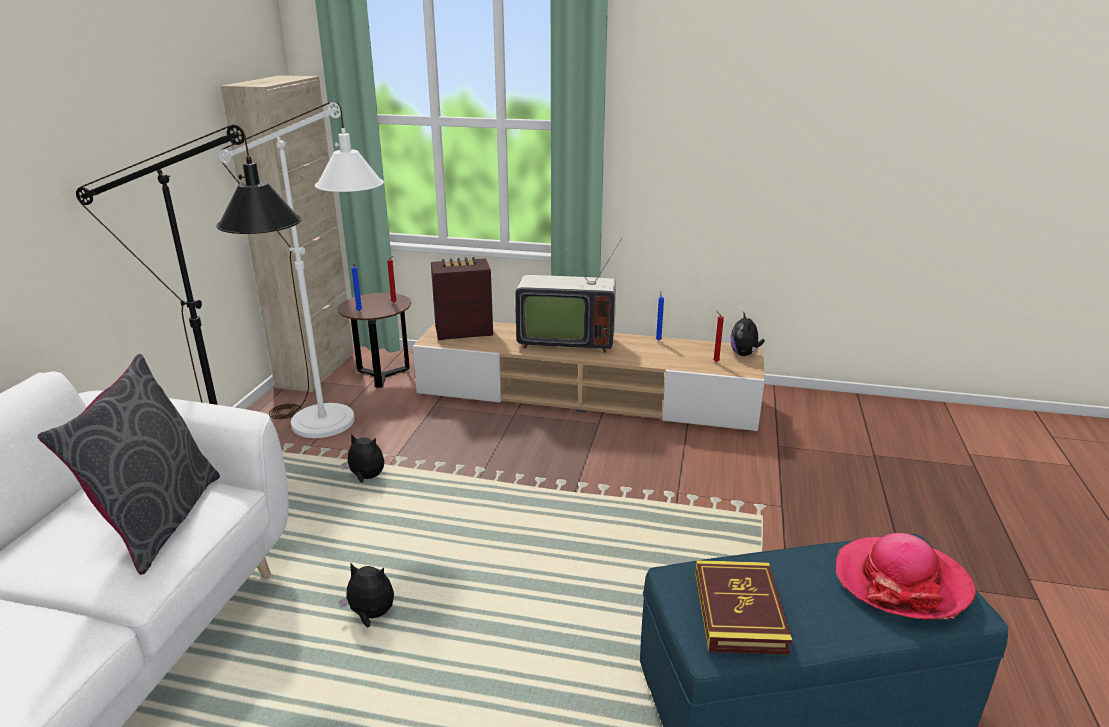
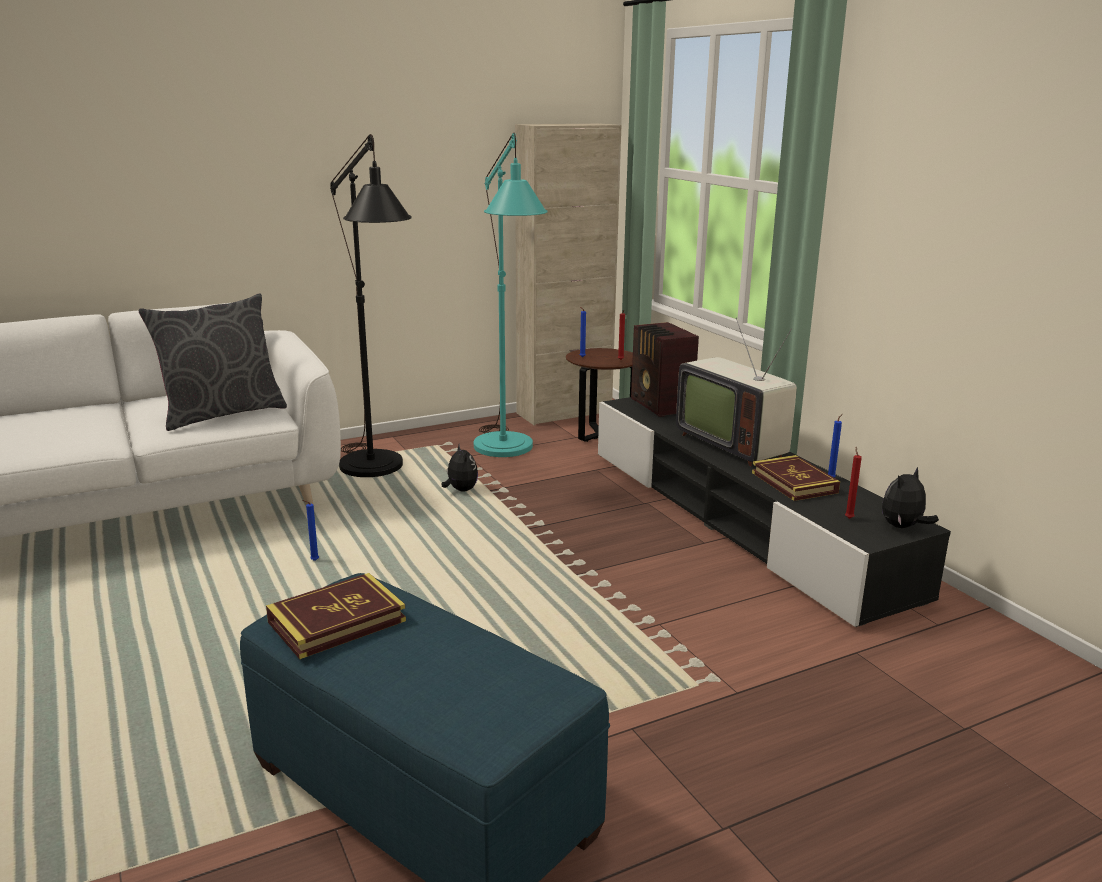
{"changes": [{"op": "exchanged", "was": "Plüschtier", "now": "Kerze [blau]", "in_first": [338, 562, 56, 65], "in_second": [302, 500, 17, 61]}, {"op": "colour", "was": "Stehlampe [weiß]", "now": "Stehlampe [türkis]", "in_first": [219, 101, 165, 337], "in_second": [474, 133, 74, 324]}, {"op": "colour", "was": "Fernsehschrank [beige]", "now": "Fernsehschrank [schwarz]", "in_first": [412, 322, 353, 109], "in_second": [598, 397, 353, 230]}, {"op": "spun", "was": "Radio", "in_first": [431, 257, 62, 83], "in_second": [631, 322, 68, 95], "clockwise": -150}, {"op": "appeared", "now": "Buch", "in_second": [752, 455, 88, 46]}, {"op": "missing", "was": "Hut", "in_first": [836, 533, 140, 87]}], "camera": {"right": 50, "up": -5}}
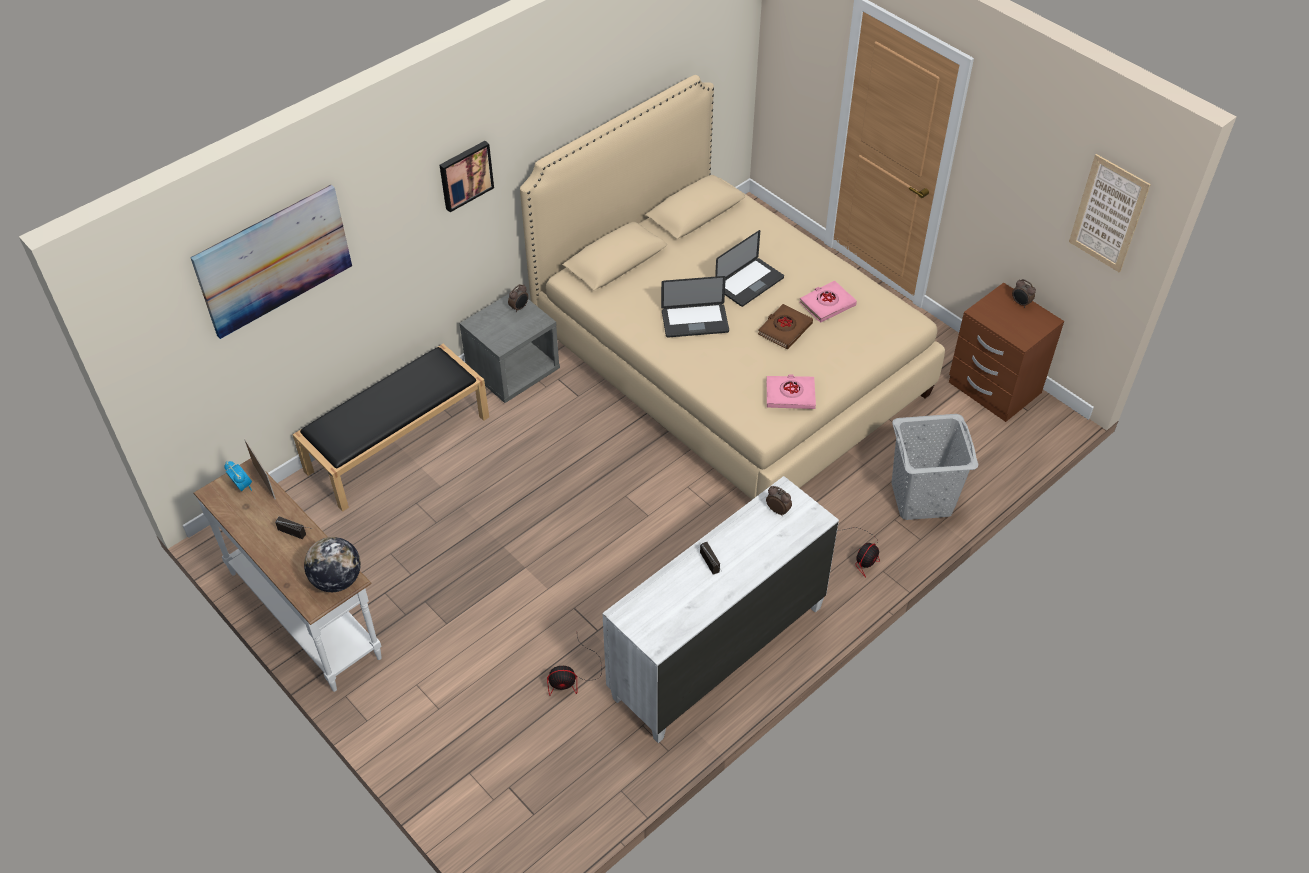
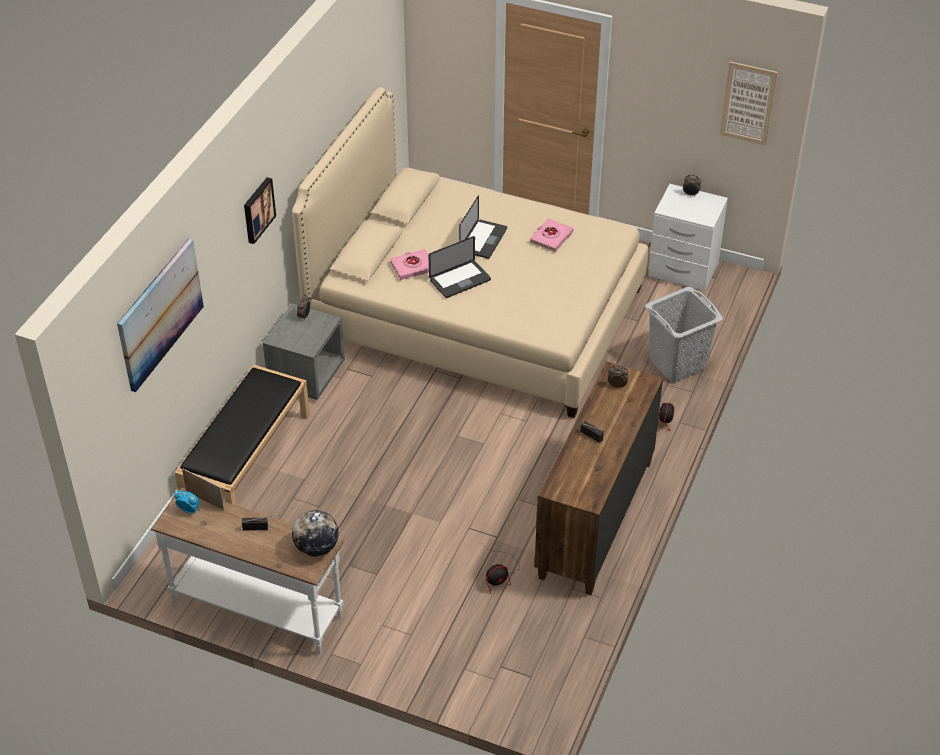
{"changes": [{"op": "relocated", "was": "Buch [rosa]", "in_first": [767, 374, 49, 35], "in_second": [390, 249, 39, 31]}, {"op": "colour", "was": "Kommode [weiß]", "now": "Kommode [braun]", "in_first": [602, 476, 237, 267], "in_second": [535, 362, 128, 233]}, {"op": "colour", "was": "Nachttisch [braun]", "now": "Nachttisch [weiß]", "in_first": [949, 283, 115, 139], "in_second": [648, 184, 80, 107]}, {"op": "missing", "was": "Buch [braun]", "in_first": [758, 304, 55, 45]}], "camera": {"right": -25, "up": -5}}
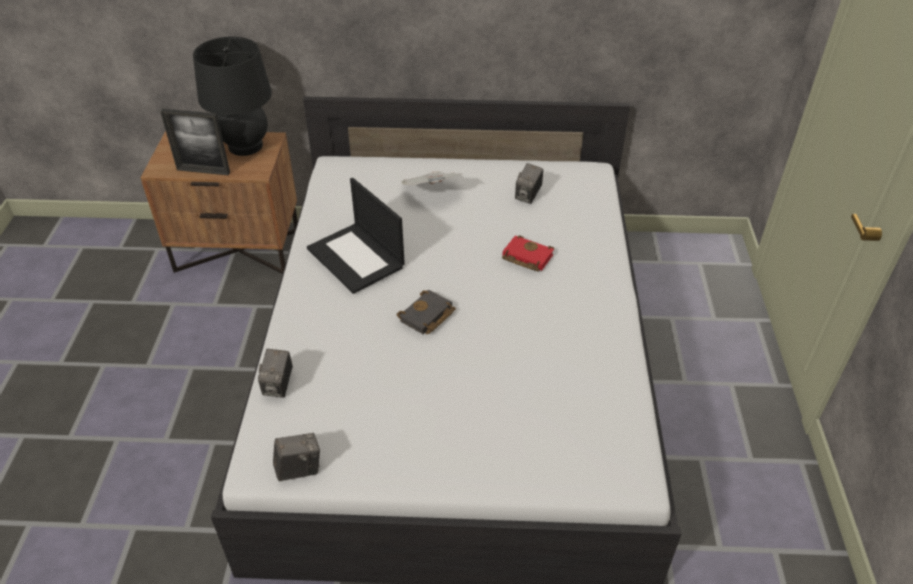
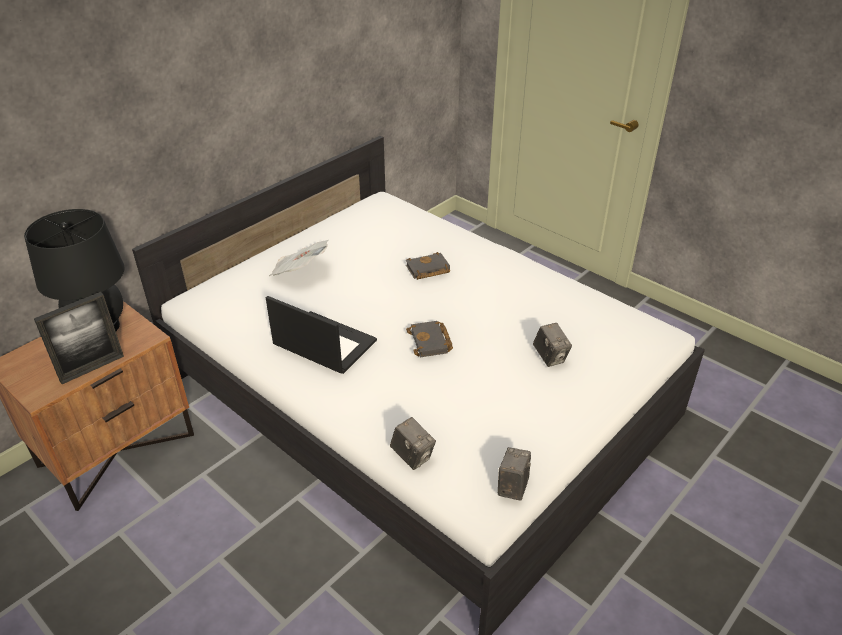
{"changes": [{"op": "spun", "was": "Laptop", "in_first": [307, 178, 98, 116], "in_second": [266, 296, 111, 78], "clockwise": -150}, {"op": "colour", "was": "Buch [rot]", "now": "Buch [schwarz]", "in_first": [502, 235, 52, 37], "in_second": [406, 252, 44, 28]}, {"op": "relocated", "was": "Kamera", "in_first": [515, 163, 28, 41], "in_second": [533, 323, 39, 44]}], "camera": {"right": -50, "up": -5}}
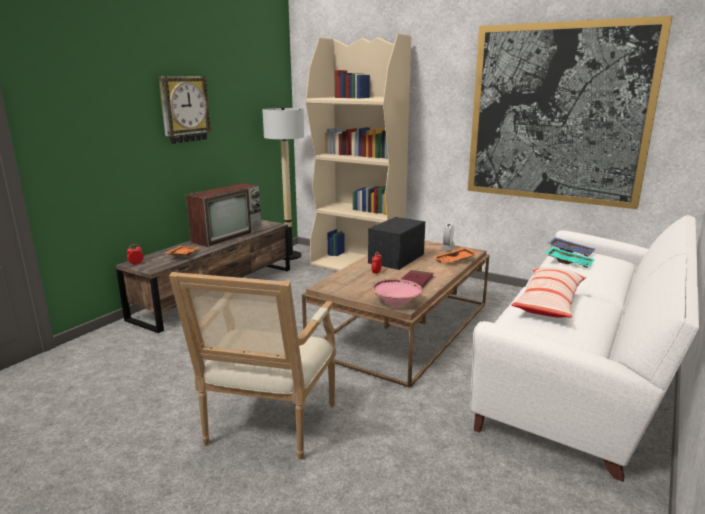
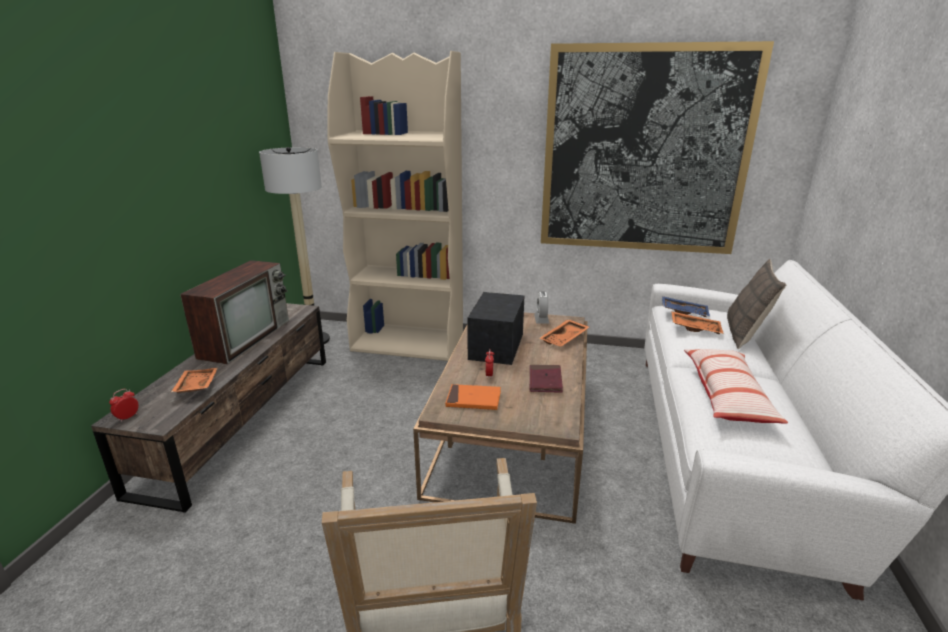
{"changes": [{"op": "appeared", "now": "Buch [orange]", "in_second": [445, 384, 56, 26]}, {"op": "colour", "was": "Tablett [türkis]", "now": "Tablett [orange]", "in_first": [545, 247, 50, 21], "in_second": [671, 311, 53, 23]}, {"op": "appeared", "now": "Kissen", "in_second": [727, 259, 59, 90]}, {"op": "missing", "was": "Wanduhr", "in_first": [158, 76, 54, 68]}, {"op": "missing", "was": "Schüssel [rosa]", "in_first": [371, 279, 52, 27]}], "camera": {"right": -20, "up": 5}}
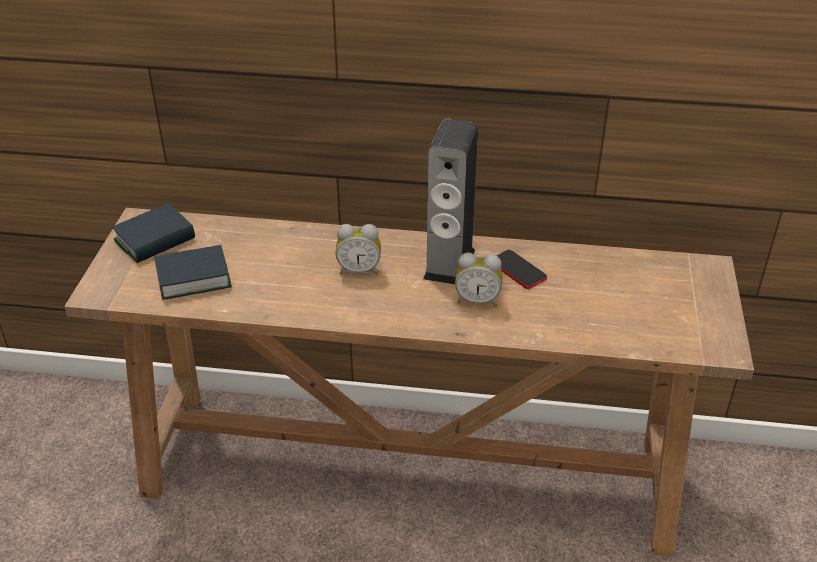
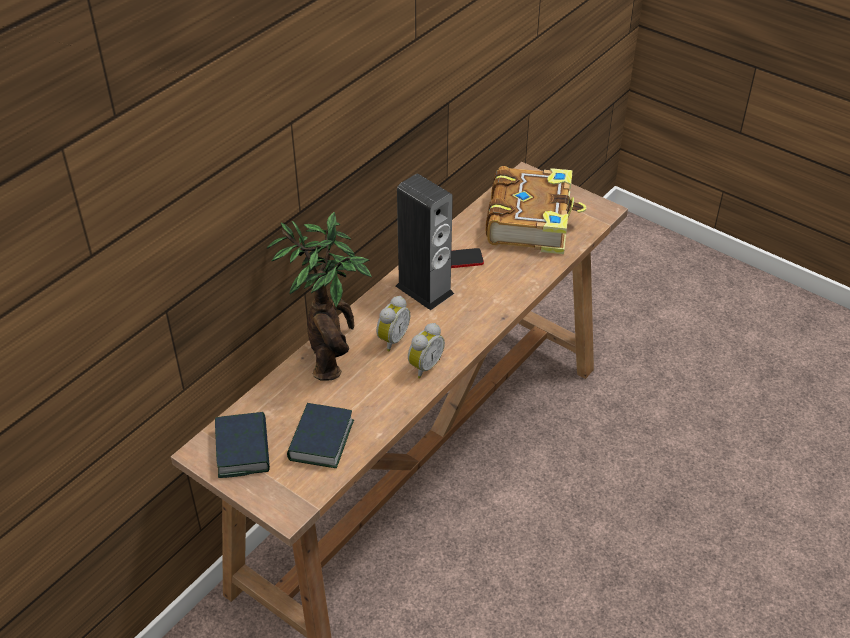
{"changes": [{"op": "appeared", "now": "Topfpflanze", "in_second": [267, 212, 105, 169]}, {"op": "relocated", "was": "Wecker", "in_first": [455, 253, 48, 54], "in_second": [408, 323, 37, 56]}, {"op": "appeared", "now": "Buch", "in_second": [486, 166, 100, 88]}], "camera": {"right": -60, "up": 5}}
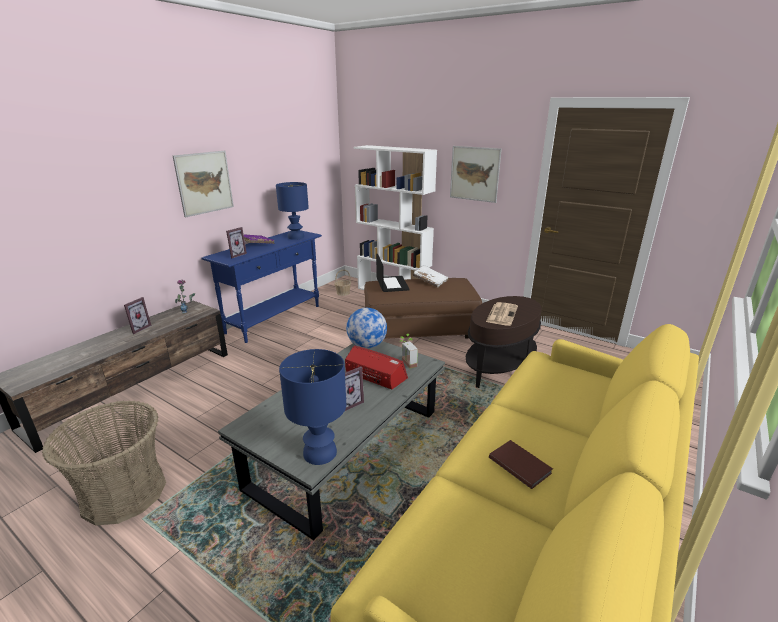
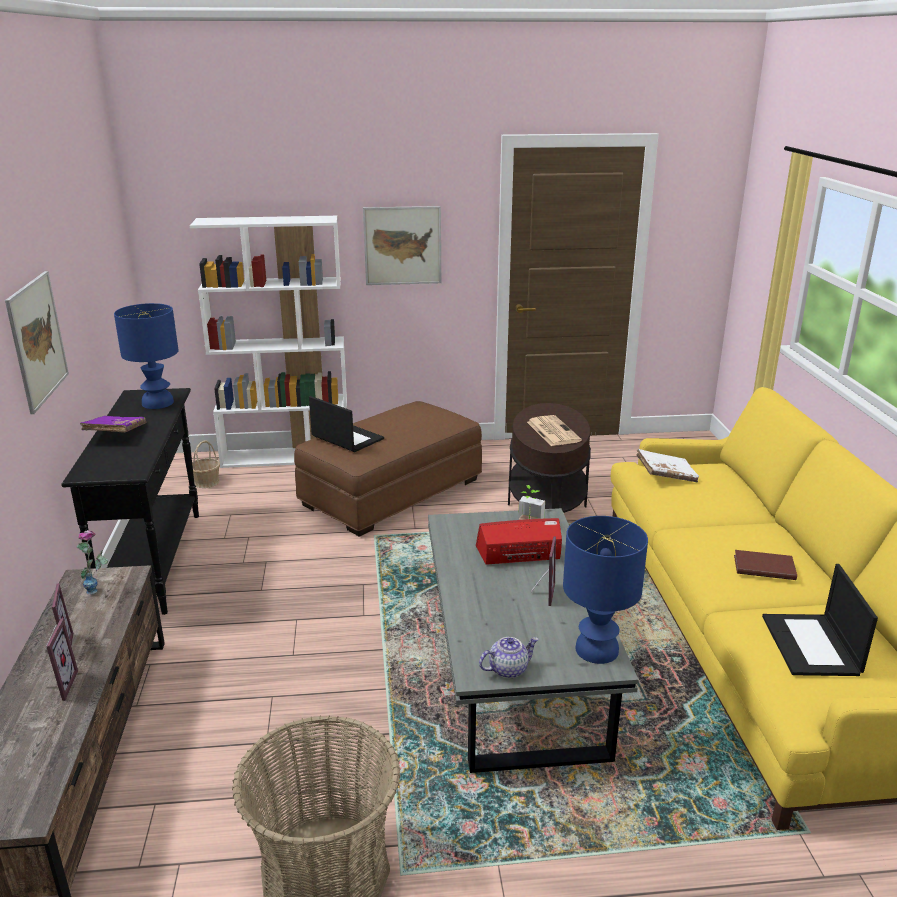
{"changes": [{"op": "relocated", "was": "Bilderrahmen", "in_first": [226, 227, 21, 31], "in_second": [45, 618, 33, 83]}, {"op": "colour", "was": "Konsolentisch [blau]", "now": "Konsolentisch [schwarz]", "in_first": [201, 231, 121, 112], "in_second": [62, 388, 137, 227]}, {"op": "appeared", "now": "Teekanne", "in_second": [479, 637, 60, 41]}, {"op": "relocated", "was": "Buch [weiß]", "in_first": [413, 265, 36, 23], "in_second": [636, 449, 63, 33]}, {"op": "appeared", "now": "Laptop", "in_second": [762, 564, 116, 112]}, {"op": "missing", "was": "Globus", "in_first": [346, 308, 41, 41]}], "camera": {"right": -40, "up": 0}}
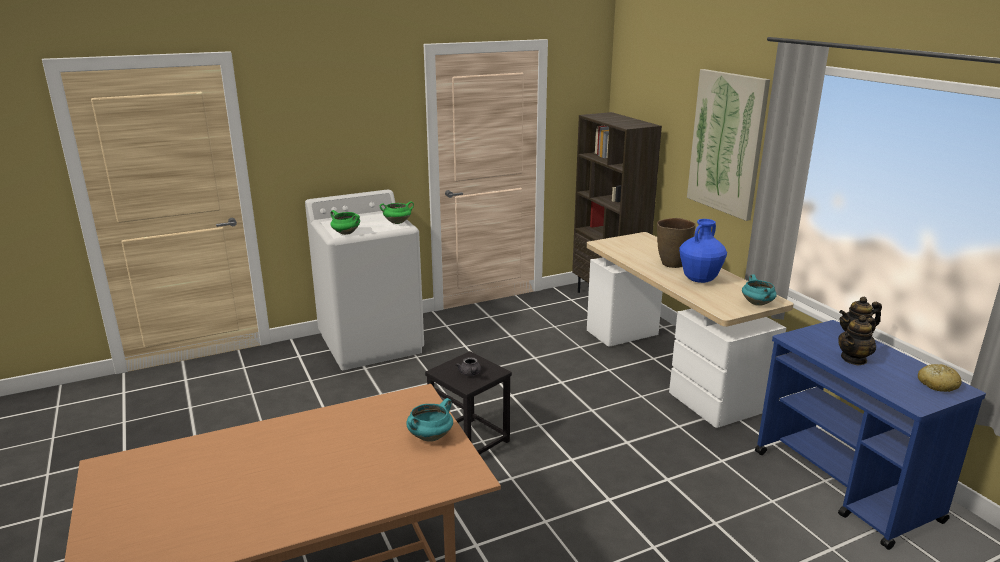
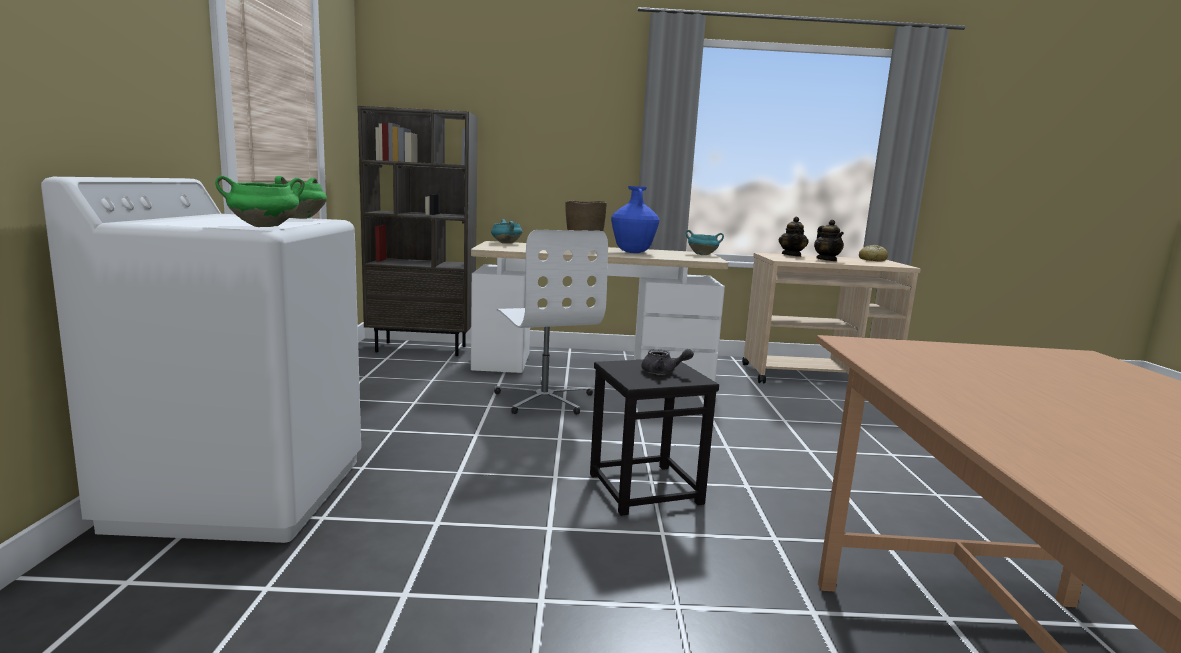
{"changes": [{"op": "relocated", "was": "Kochtopf [türkis]", "in_first": [406, 398, 47, 44], "in_second": [491, 219, 32, 25]}, {"op": "appeared", "now": "Bürostuhl [weiß]", "in_second": [494, 230, 114, 185]}, {"op": "colour", "was": "Rollwagen [blau]", "now": "Rollwagen [beige]", "in_first": [755, 320, 231, 230], "in_second": [742, 253, 179, 131]}, {"op": "missing", "was": "Bild", "in_first": [687, 69, 83, 152]}], "camera": {"right": -65, "up": -10}}
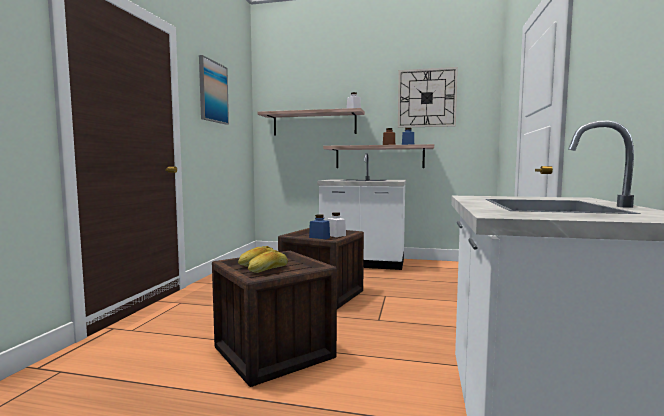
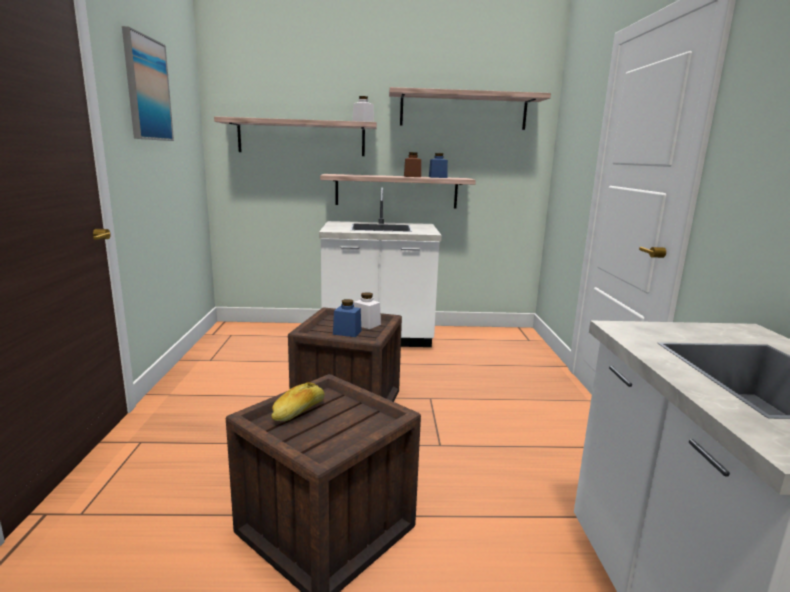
{"changes": [{"op": "exchanged", "was": "Wanduhr", "now": "Wandregal", "in_first": [398, 67, 60, 61], "in_second": [389, 87, 162, 43]}, {"op": "missing", "was": "Brot", "in_first": [248, 250, 40, 23]}], "camera": {"right": -15, "up": 10}}
